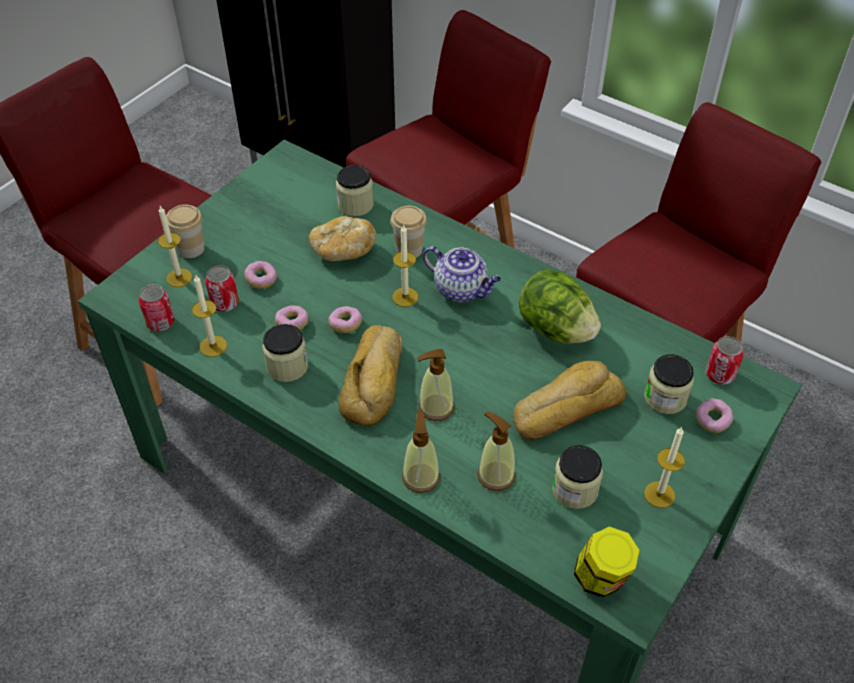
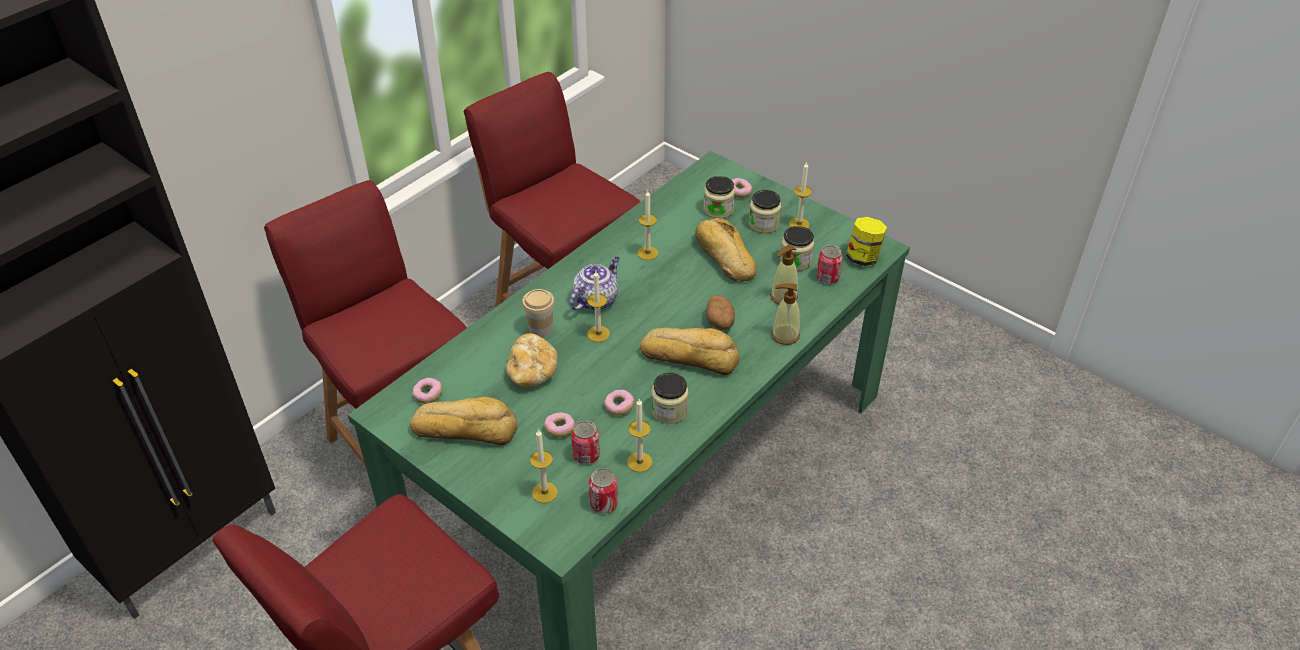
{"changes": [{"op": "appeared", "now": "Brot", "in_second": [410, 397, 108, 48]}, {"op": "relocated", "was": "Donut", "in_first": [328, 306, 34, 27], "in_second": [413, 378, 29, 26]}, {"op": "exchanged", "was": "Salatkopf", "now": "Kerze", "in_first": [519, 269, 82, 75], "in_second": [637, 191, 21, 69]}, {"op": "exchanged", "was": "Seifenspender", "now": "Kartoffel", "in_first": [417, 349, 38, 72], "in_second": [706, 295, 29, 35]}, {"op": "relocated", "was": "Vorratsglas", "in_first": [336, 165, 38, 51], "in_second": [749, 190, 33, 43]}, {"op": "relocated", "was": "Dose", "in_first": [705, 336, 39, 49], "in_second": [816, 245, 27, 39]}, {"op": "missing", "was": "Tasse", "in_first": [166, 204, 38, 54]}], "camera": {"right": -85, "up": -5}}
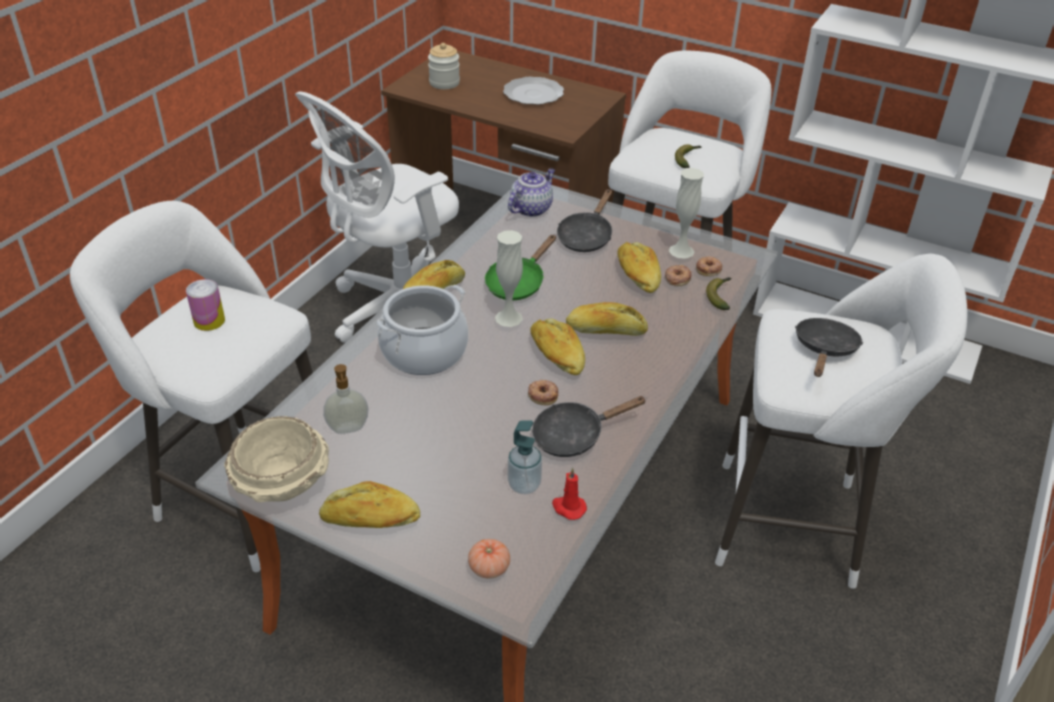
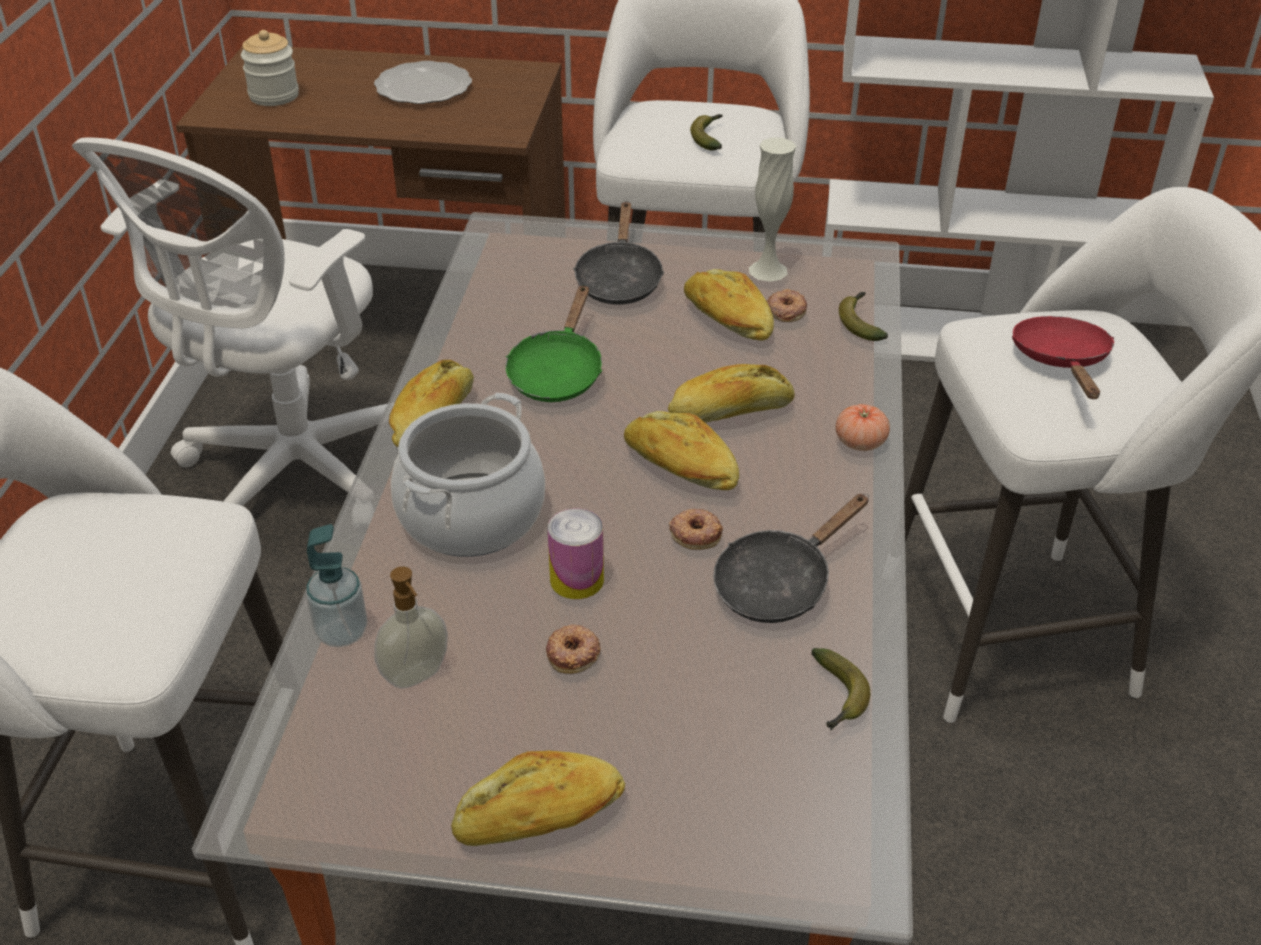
{"changes": [{"op": "relocated", "was": "Seifenspender", "in_first": [508, 420, 34, 75], "in_second": [306, 524, 62, 123]}, {"op": "relocated", "was": "Donut", "in_first": [696, 256, 26, 20], "in_second": [546, 624, 55, 50]}, {"op": "relocated", "was": "Dose", "in_first": [186, 279, 39, 52], "in_second": [548, 509, 56, 90]}, {"op": "exchanged", "was": "Kerze [rot]", "now": "Banane", "in_first": [552, 468, 35, 52], "in_second": [811, 648, 59, 82]}, {"op": "relocated", "was": "Tomate", "in_first": [468, 539, 42, 40], "in_second": [836, 404, 54, 47]}, {"op": "colour", "was": "Pfanne [schwarz]", "now": "Pfanne [rot]", "in_first": [795, 318, 68, 59], "in_second": [1012, 316, 102, 83]}, {"op": "missing", "was": "Schüssel [beige]", "in_first": [224, 416, 105, 86]}, {"op": "missing", "was": "Vase [weiß]", "in_first": [495, 230, 28, 97]}, {"op": "missing", "was": "Teekanne", "in_first": [508, 168, 47, 49]}], "camera": {"right": -20, "up": 0}}
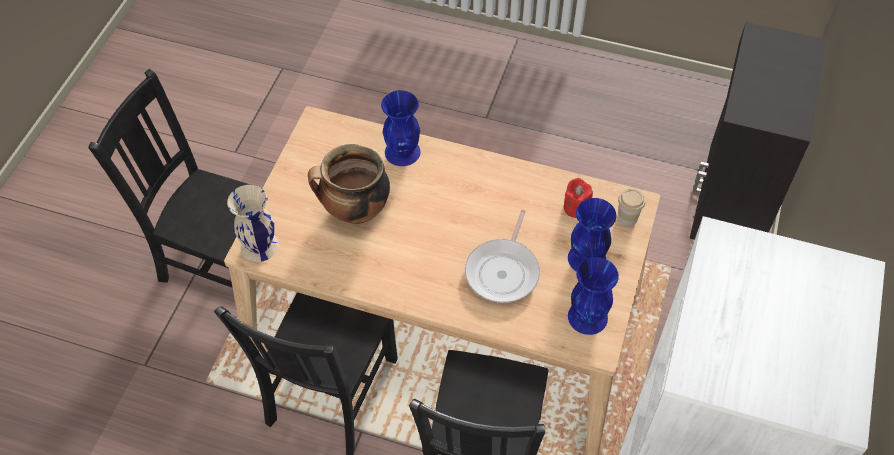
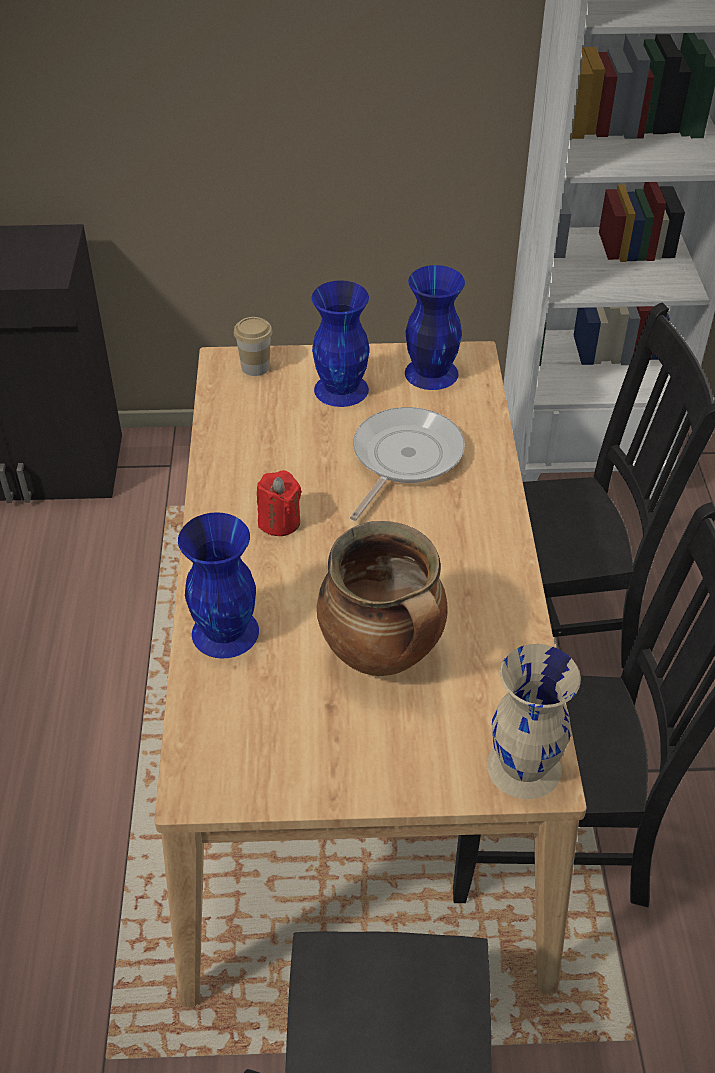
{"changes": [{"op": "relocated", "was": "Kerze [rot]", "in_first": [564, 178, 29, 40], "in_second": [257, 470, 45, 66]}, {"op": "spun", "was": "Pfanne", "in_first": [465, 209, 75, 94], "in_second": [350, 407, 115, 114], "clockwise": -60}], "camera": {"right": -110, "up": -10}}
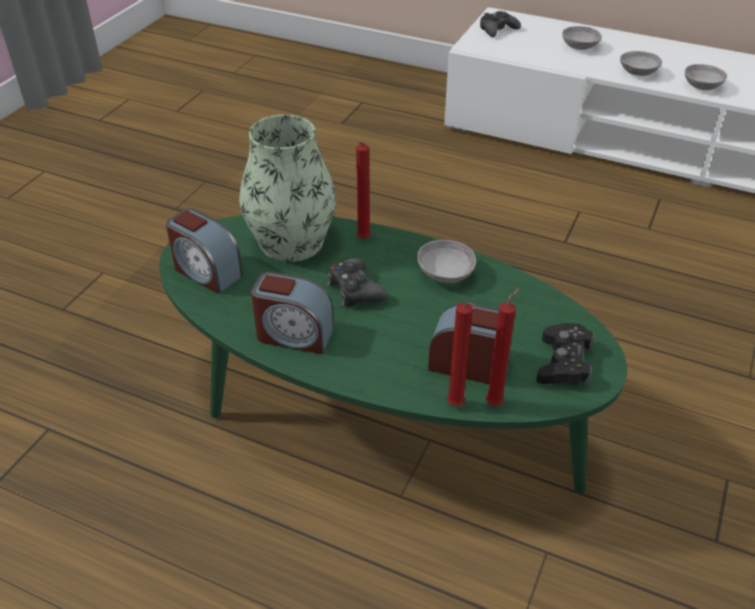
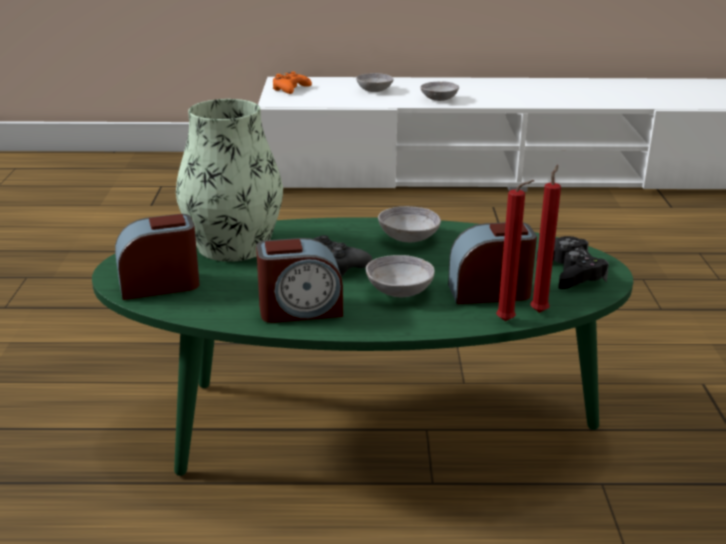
{"changes": [{"op": "spun", "was": "Wecker", "in_first": [166, 209, 77, 85], "in_second": [115, 214, 85, 86], "clockwise": 150}, {"op": "colour", "was": "Gamepad [schwarz]", "now": "Gamepad [orange]", "in_first": [480, 11, 41, 26], "in_second": [273, 71, 39, 23]}, {"op": "relocated", "was": "Schüssel [grau]", "in_first": [685, 64, 42, 26], "in_second": [366, 255, 69, 42]}, {"op": "missing", "was": "Kerze [rot]", "in_first": [356, 142, 15, 97]}], "camera": {"right": -25, "up": -15}}
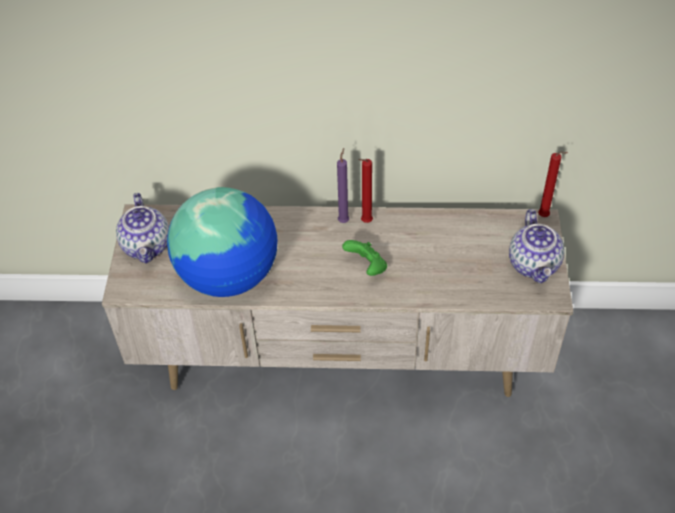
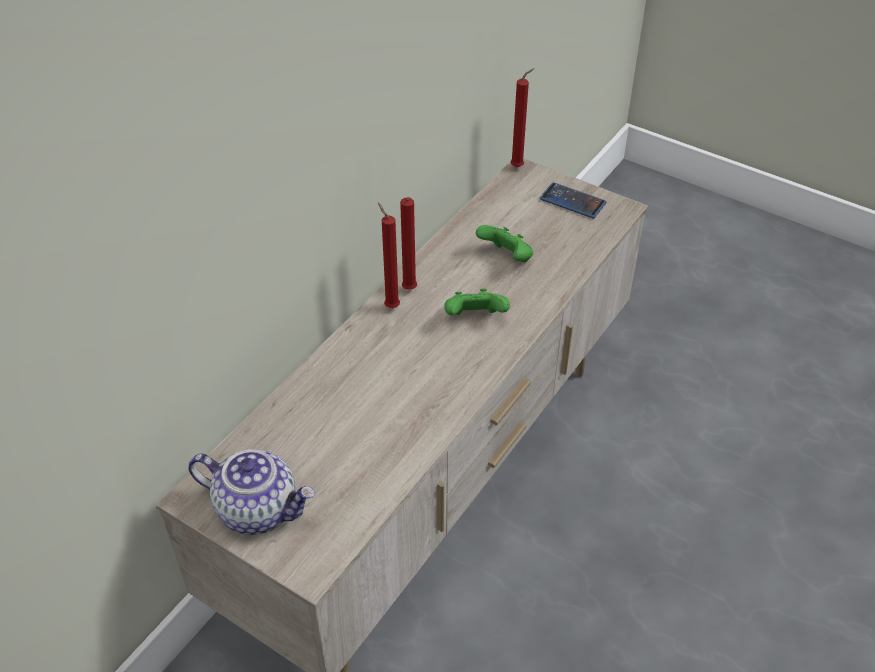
{"changes": [{"op": "colour", "was": "Kerze [lila]", "now": "Kerze [rot]", "in_first": [337, 148, 12, 75], "in_second": [378, 203, 22, 105]}, {"op": "appeared", "now": "Gamepad [grün]", "in_second": [476, 225, 57, 37]}, {"op": "exchanged", "was": "Teekanne", "now": "Handy", "in_first": [509, 209, 56, 75], "in_second": [540, 182, 67, 36]}, {"op": "missing", "was": "Globus", "in_first": [167, 187, 110, 110]}], "camera": {"right": -60, "up": -5}}
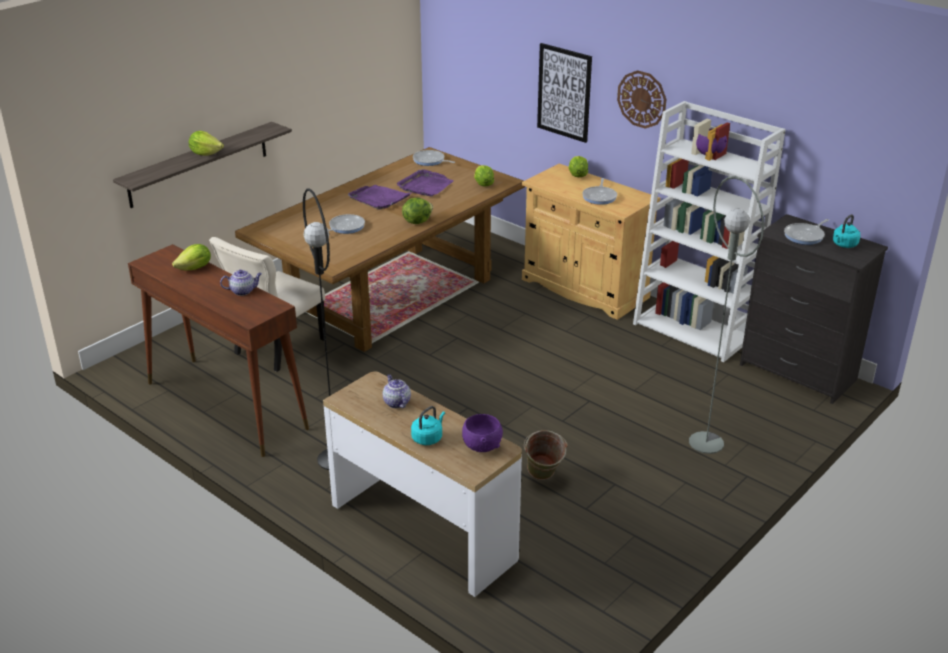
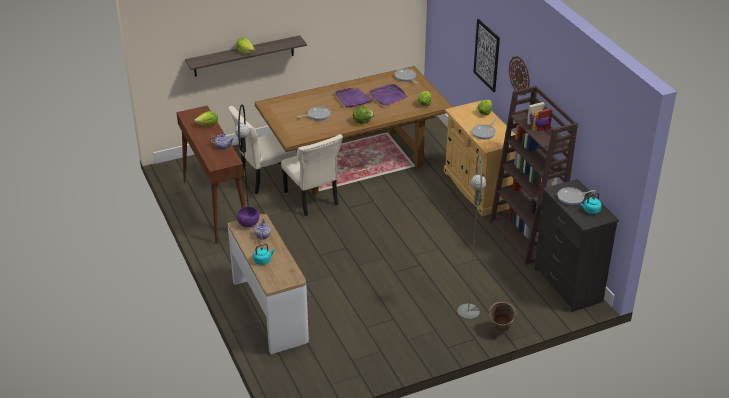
{"changes": [{"op": "relocated", "was": "Schüssel [lila]", "in_first": [462, 414, 41, 38], "in_second": [237, 207, 22, 20]}, {"op": "appeared", "now": "Stuhl [beige]", "in_second": [281, 134, 62, 82]}, {"op": "relocated", "was": "Eimer [grün]", "in_first": [524, 430, 44, 50], "in_second": [489, 302, 27, 30]}, {"op": "colour", "was": "Bücherregal [weiß]", "now": "Bücherregal [braun]", "in_first": [633, 101, 153, 261], "in_second": [490, 86, 88, 178]}], "camera": {"right": 25, "up": 5}}
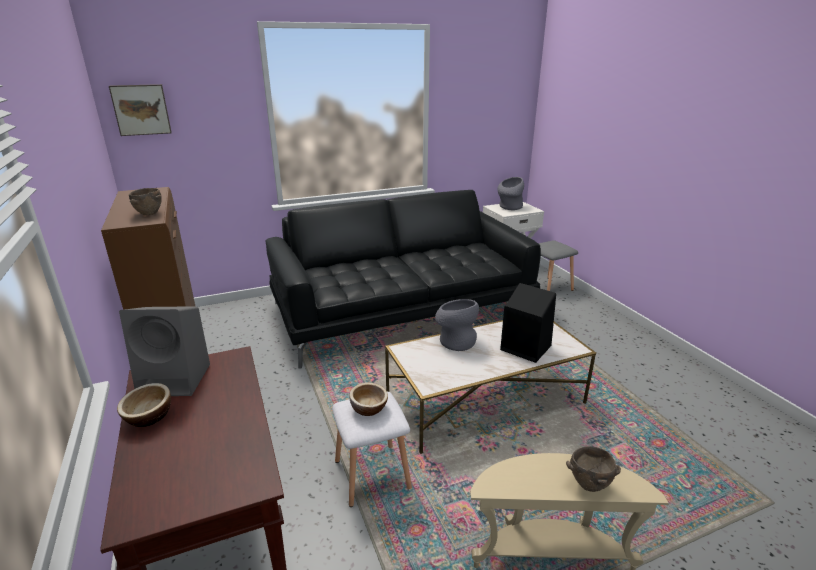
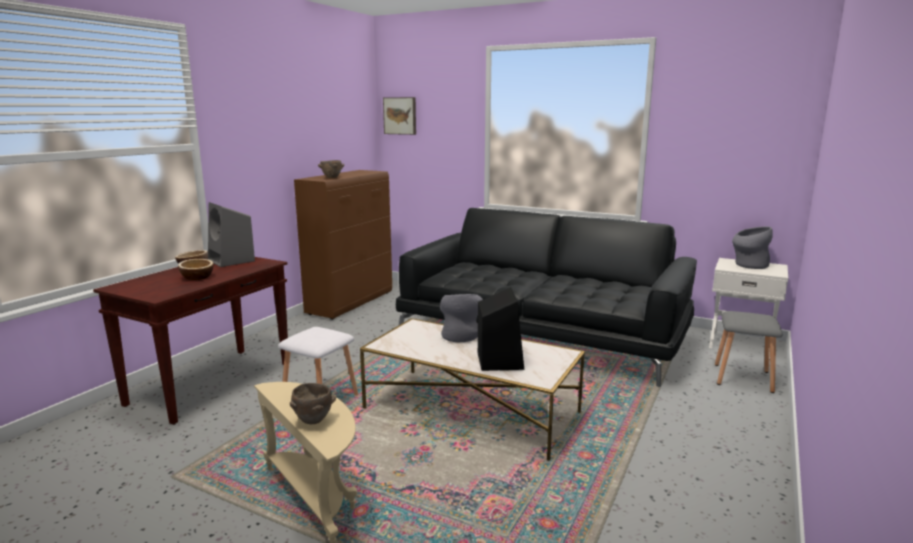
{"changes": [{"op": "relocated", "was": "Schüssel", "in_first": [349, 383, 39, 33], "in_second": [178, 259, 36, 21]}], "camera": {"right": 50, "up": -10}}
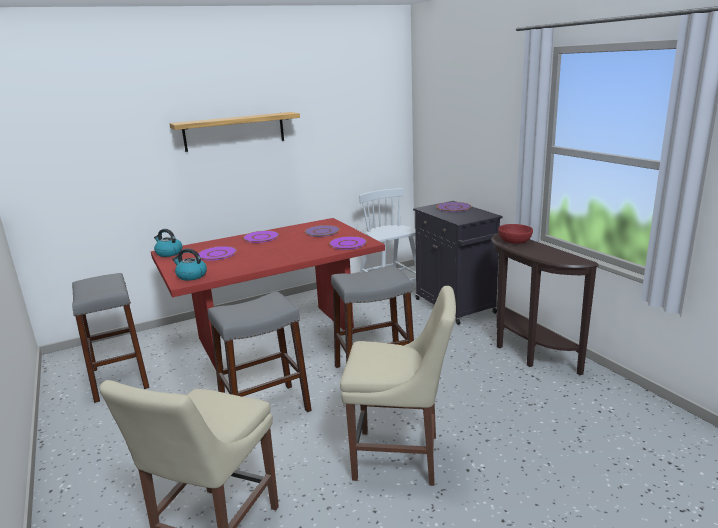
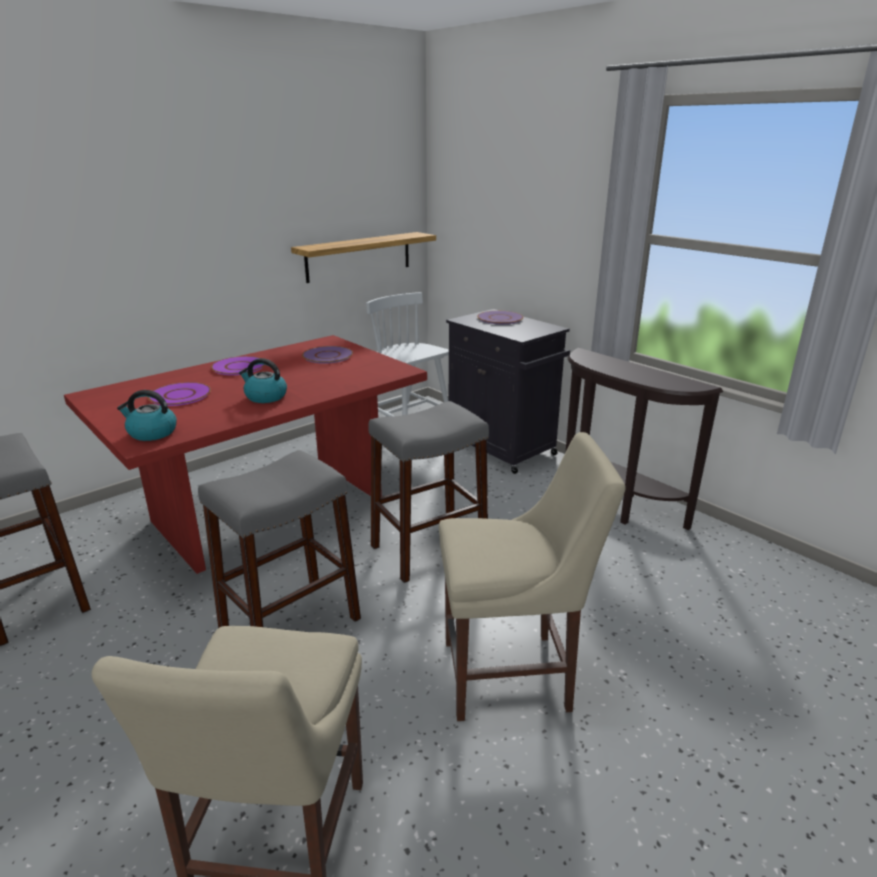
{"changes": [{"op": "relocated", "was": "Wasserkessel", "in_first": [154, 229, 29, 28], "in_second": [239, 358, 48, 45]}, {"op": "relocated", "was": "Wandregal", "in_first": [169, 112, 131, 40], "in_second": [291, 232, 145, 51]}, {"op": "missing", "was": "Teller [lila]", "in_first": [329, 236, 38, 14]}, {"op": "missing", "was": "Schüssel [rot]", "in_first": [498, 224, 35, 20]}], "camera": {"right": -15, "up": 5}}
